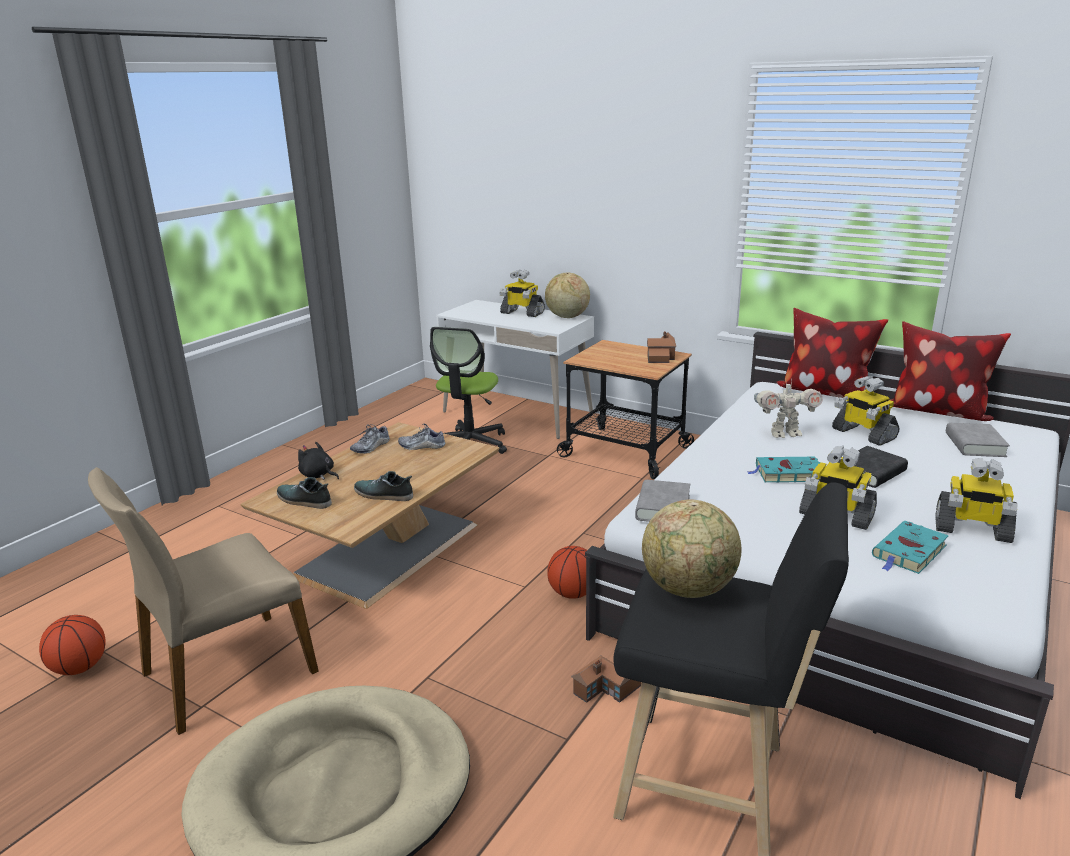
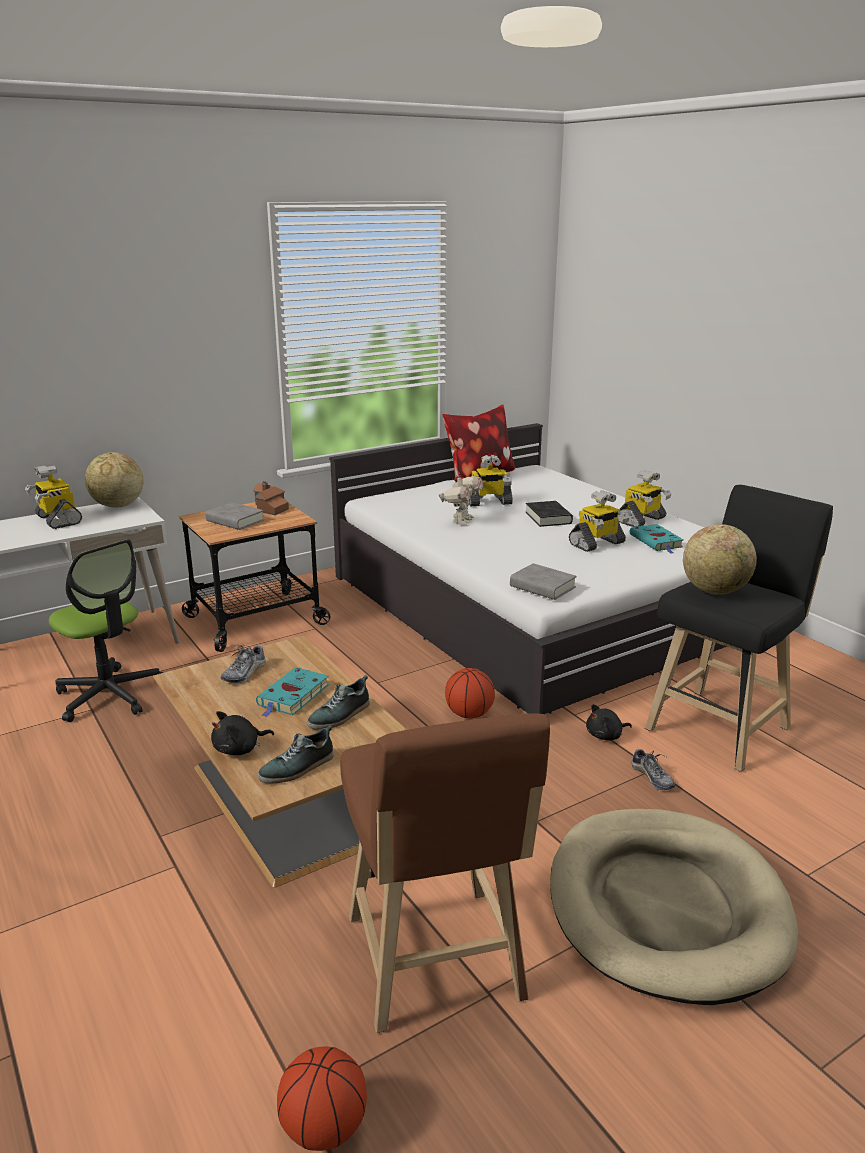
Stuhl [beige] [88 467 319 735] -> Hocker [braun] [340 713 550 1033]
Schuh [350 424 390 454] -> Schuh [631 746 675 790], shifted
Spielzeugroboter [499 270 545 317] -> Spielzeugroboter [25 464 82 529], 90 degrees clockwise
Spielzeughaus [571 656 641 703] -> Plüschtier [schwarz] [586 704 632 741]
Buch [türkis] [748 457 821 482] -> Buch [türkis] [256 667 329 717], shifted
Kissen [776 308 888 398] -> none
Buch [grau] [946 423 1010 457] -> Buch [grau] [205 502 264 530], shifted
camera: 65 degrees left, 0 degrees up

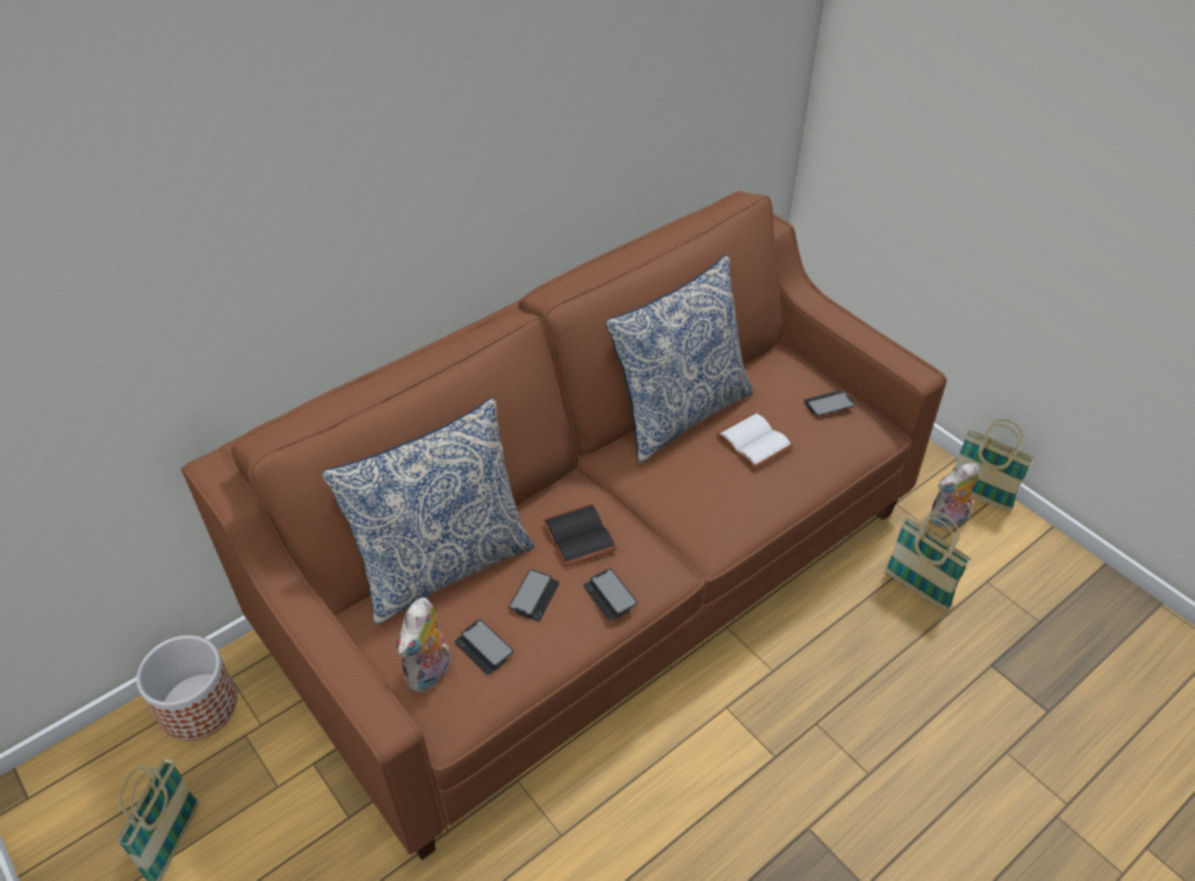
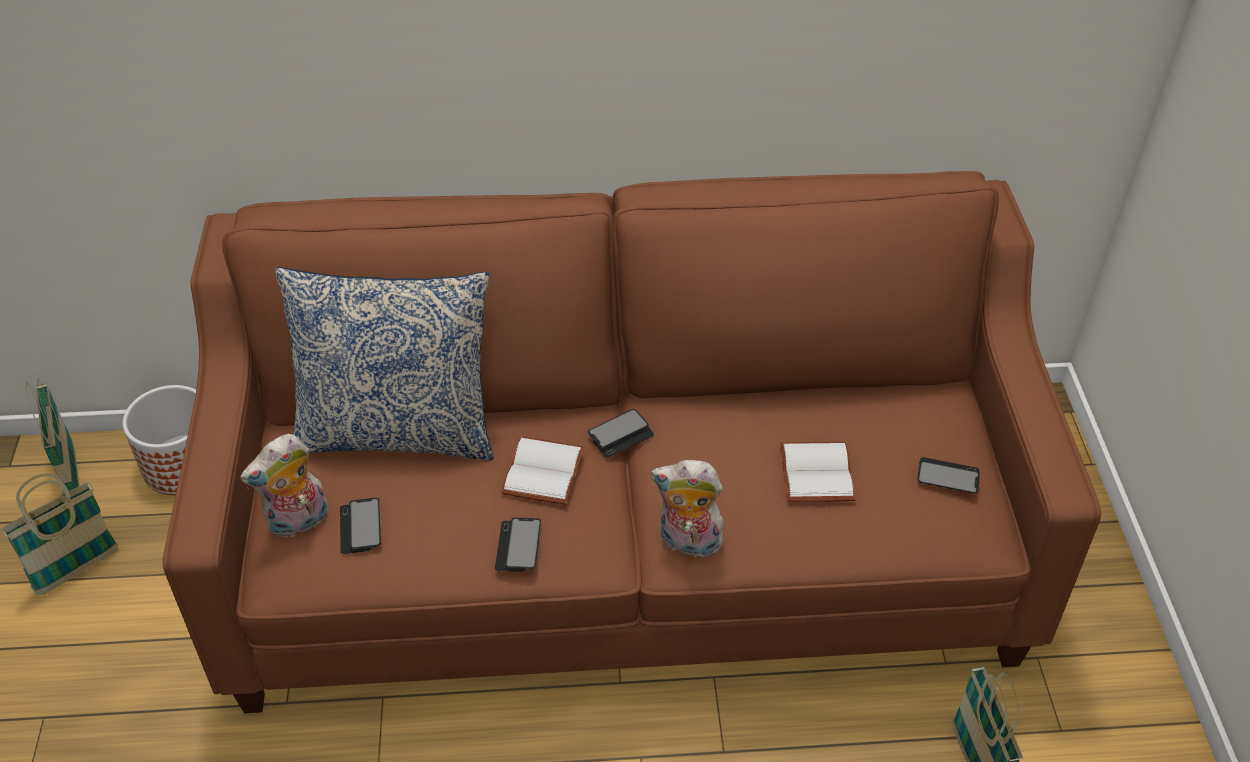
Handy [509 570 560 621] -> Handy [588 409 654 458], shifted
Buch [schwarz] [542 503 617 566] -> Buch [weiß] [501 436 584 505]
Kissen [605 255 753 463] -> none
Plüschtier [930 463 979 529] -> Plüschtier [651 460 729 557], shifted
Korb [953 419 1035 511] -> Korb [26 379 80 491], shifted
camera: 35 degrees right, 0 degrees up

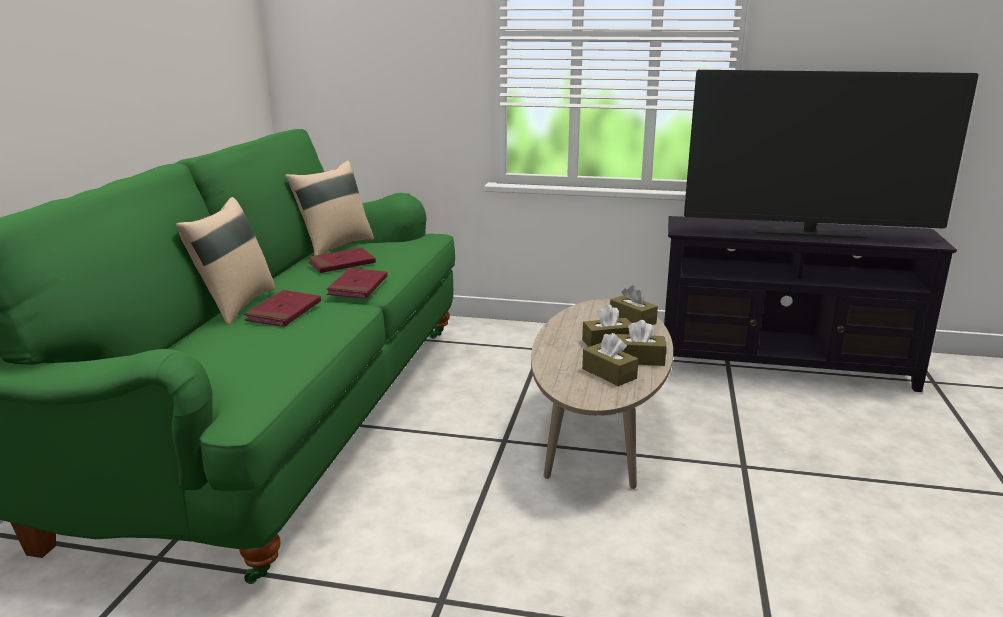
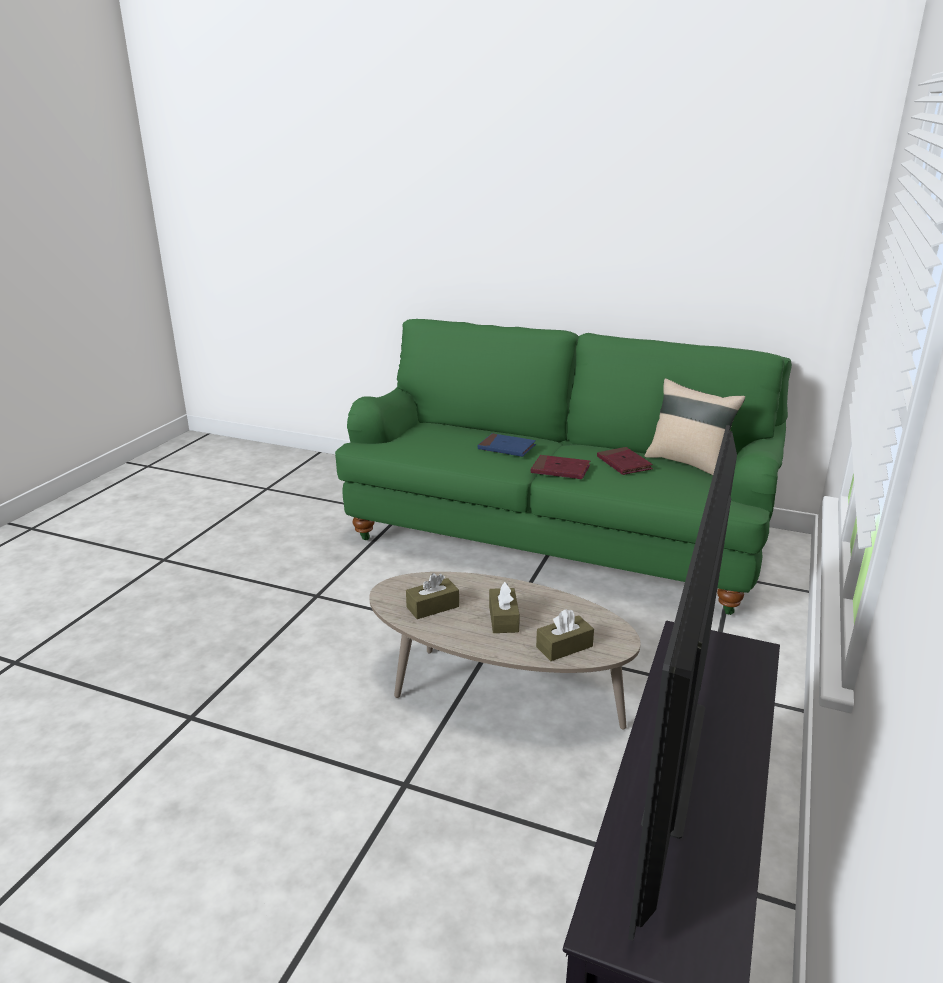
Kissen [beige] [176 197 275 325] -> none
Buch [rot] [244 290 321 327] -> Buch [blau] [478 433 536 457]
Taschentuchbox [braun] [616 320 667 366] -> none
camera: 100 degrees right, 5 degrees up

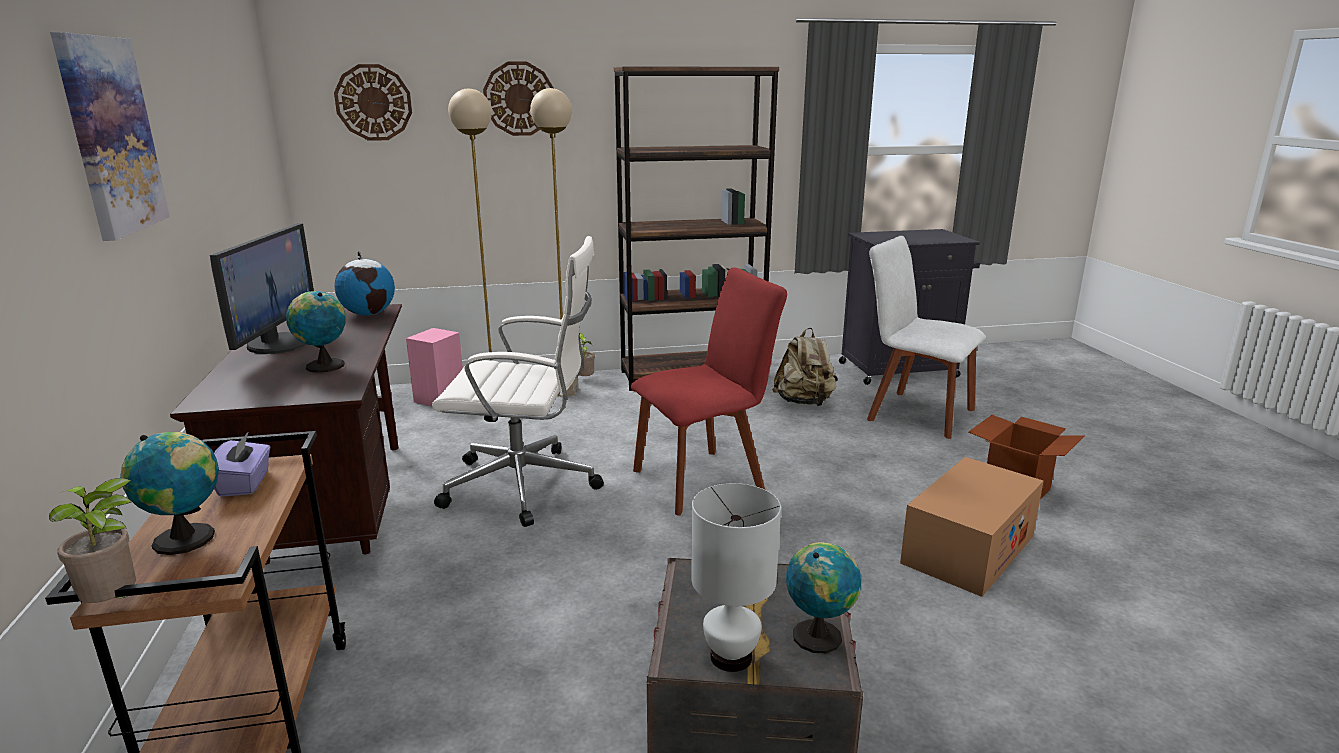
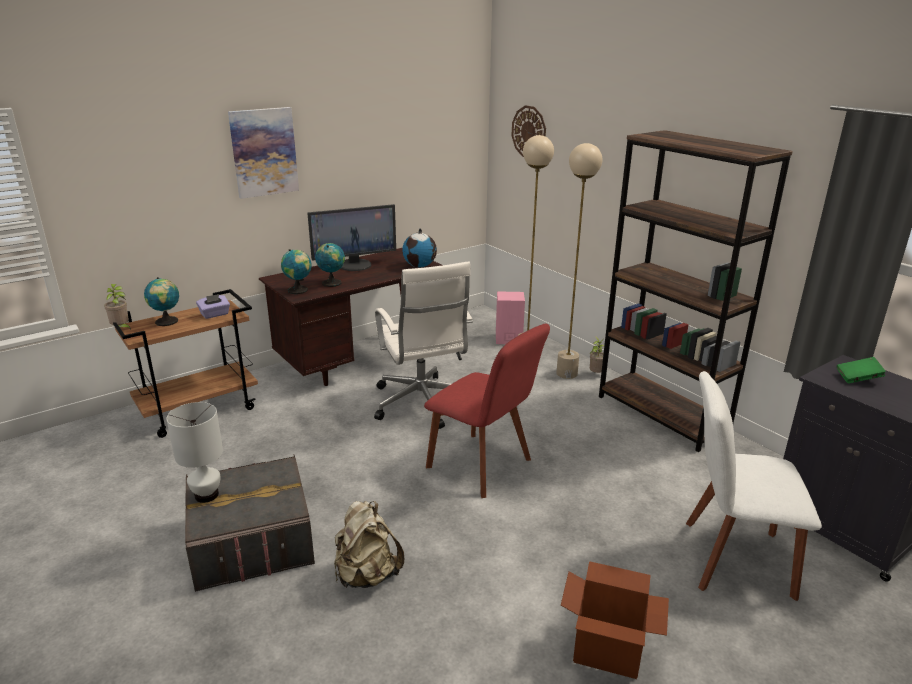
Wanduhr [483 62 553 136] -> none
Rucksack [beige] [772 328 838 406] -> Rucksack [beige] [334 501 404 588], shifted
Globus [786 542 861 653] -> Globus [281 249 312 294], shifted
Stuhl [weiß] [867 236 986 439] -> Stuhl [weiß] [686 371 822 601], 90 degrees counterclockwise
Karton [900 457 1044 597] -> none
none -> Buch [grün] [837 357 886 384]
camera: 65 degrees right, 5 degrees up

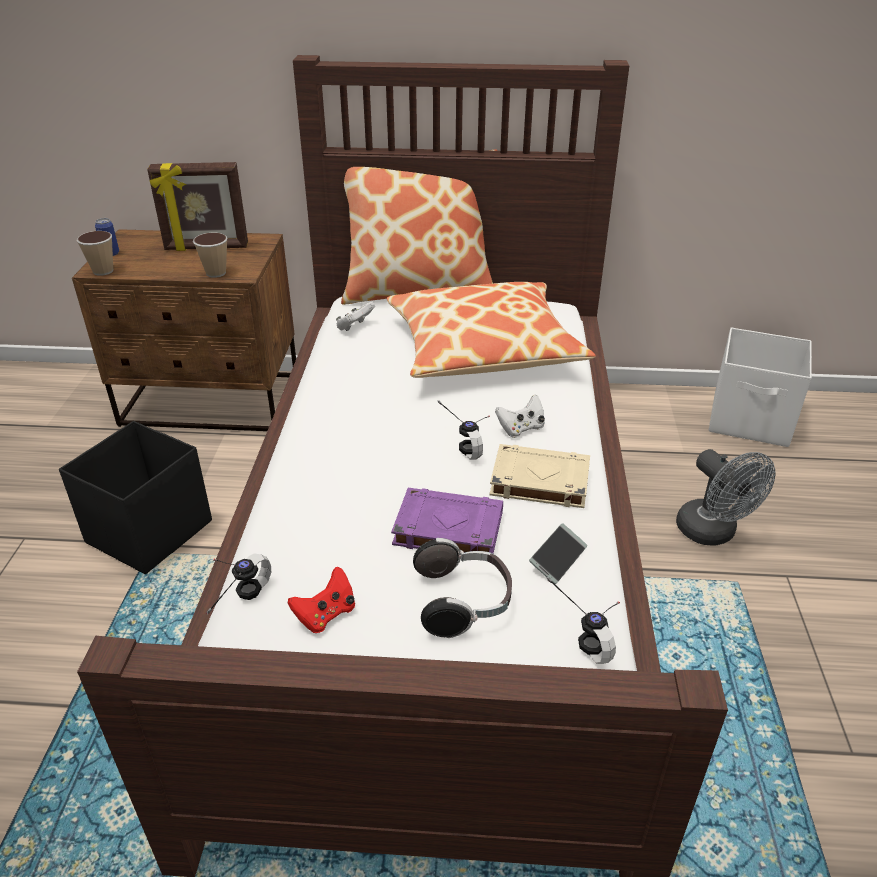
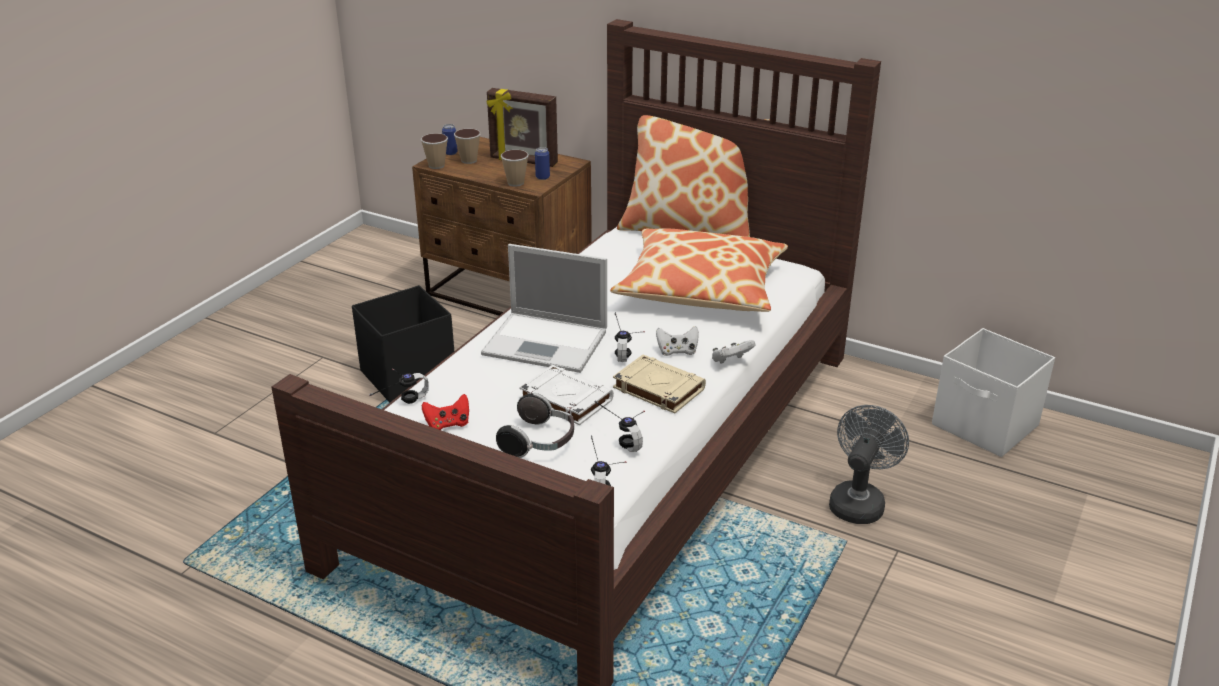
Gamepad [weiß] [336 302 375 331] -> Gamepad [weiß] [712 340 756 364], shifted
Buch [lila] [391 488 503 553] -> Buch [weiß] [519 365 614 425]
Handy [529 523 587 584] -> Kopfhörer [595 401 645 452]
Ventilator [grau] [676 449 776 546] -> Ventilator [grau] [829 405 909 524], 150 degrees counterclockwise
none -> Tasse [454 129 481 164]
none -> Laptop [481 244 607 373]
none -> Dose [535 147 550 180]
camera: 25 degrees right, 5 degrees down

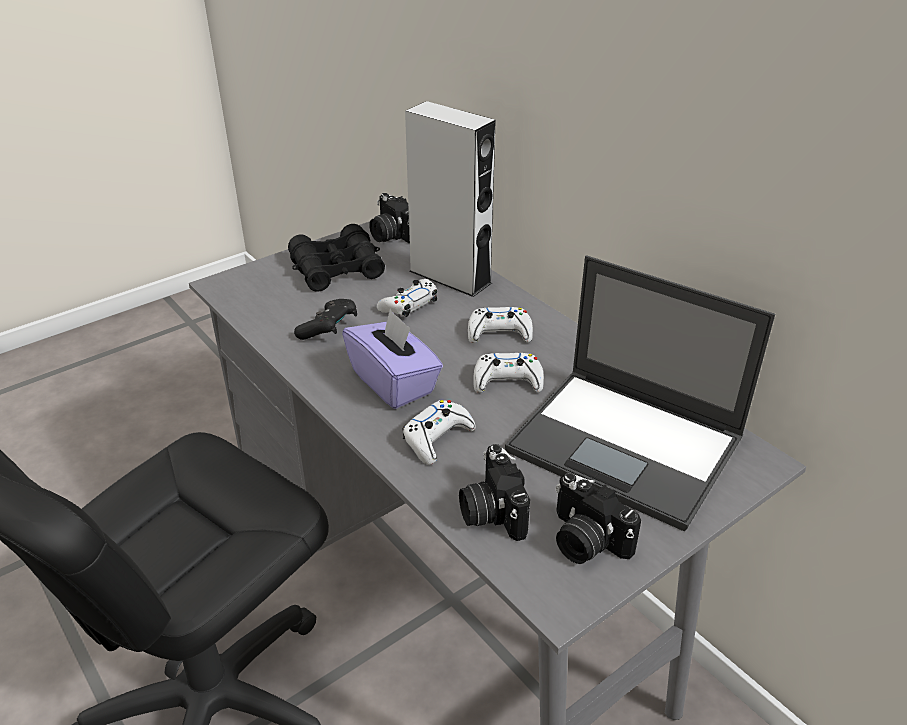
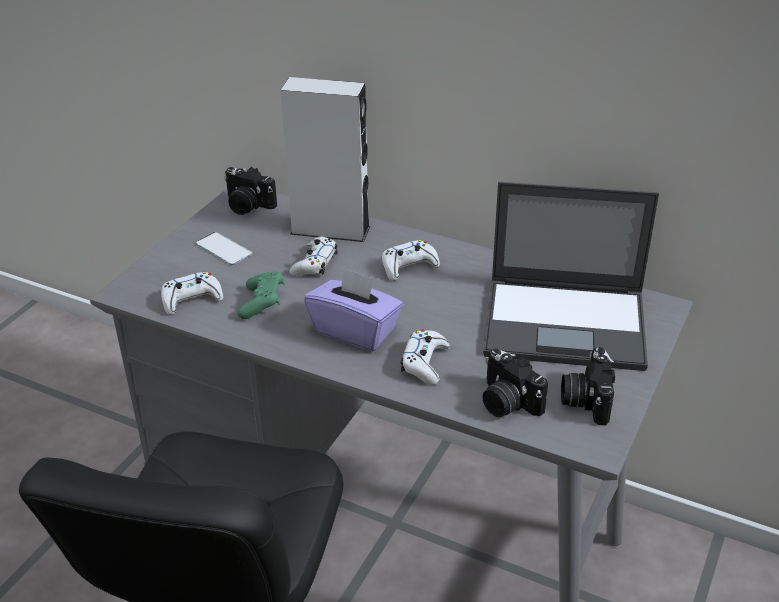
Fernglas [schwarz] [288 224 385 292] -> Handy [195 232 253 265]
Gamepad [schwarz] [294 299 357 340] -> Gamepad [grün] [237 271 285 319]
Gamepad [weiß] [473 353 544 393] -> Gamepad [weiß] [161 272 223 315], shifted
Kamera [556 473 641 564] -> Kamera [561 347 615 425], 75 degrees clockwise
camera: 25 degrees left, 0 degrees up

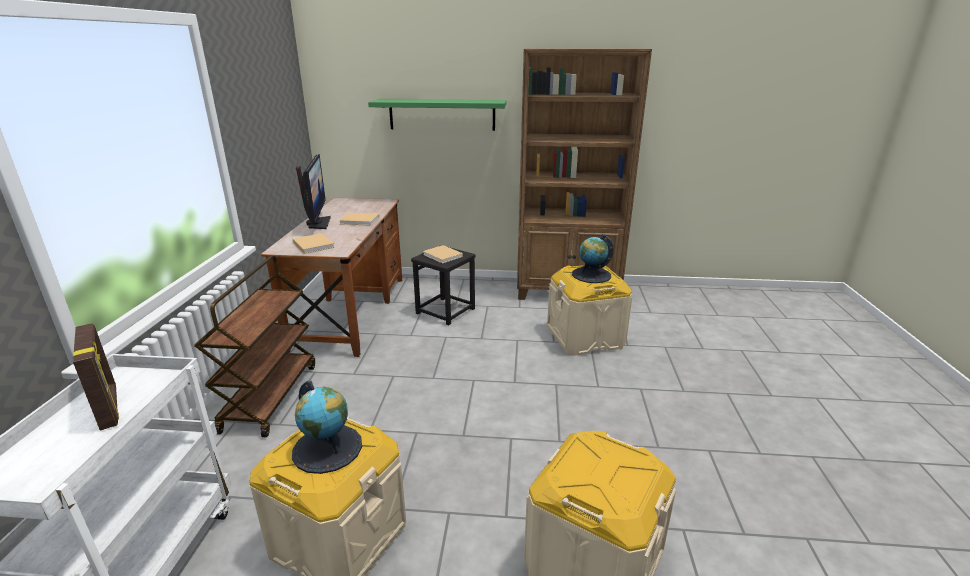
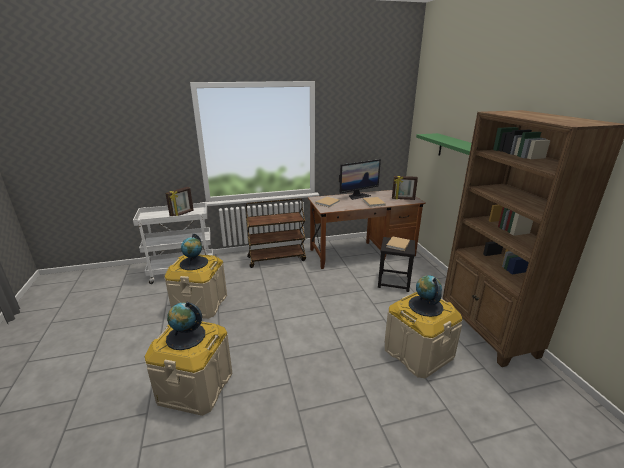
none -> Globus [166 302 205 350]
none -> Bilderrahmen [392 176 418 200]
camera: 70 degrees right, 0 degrees up

